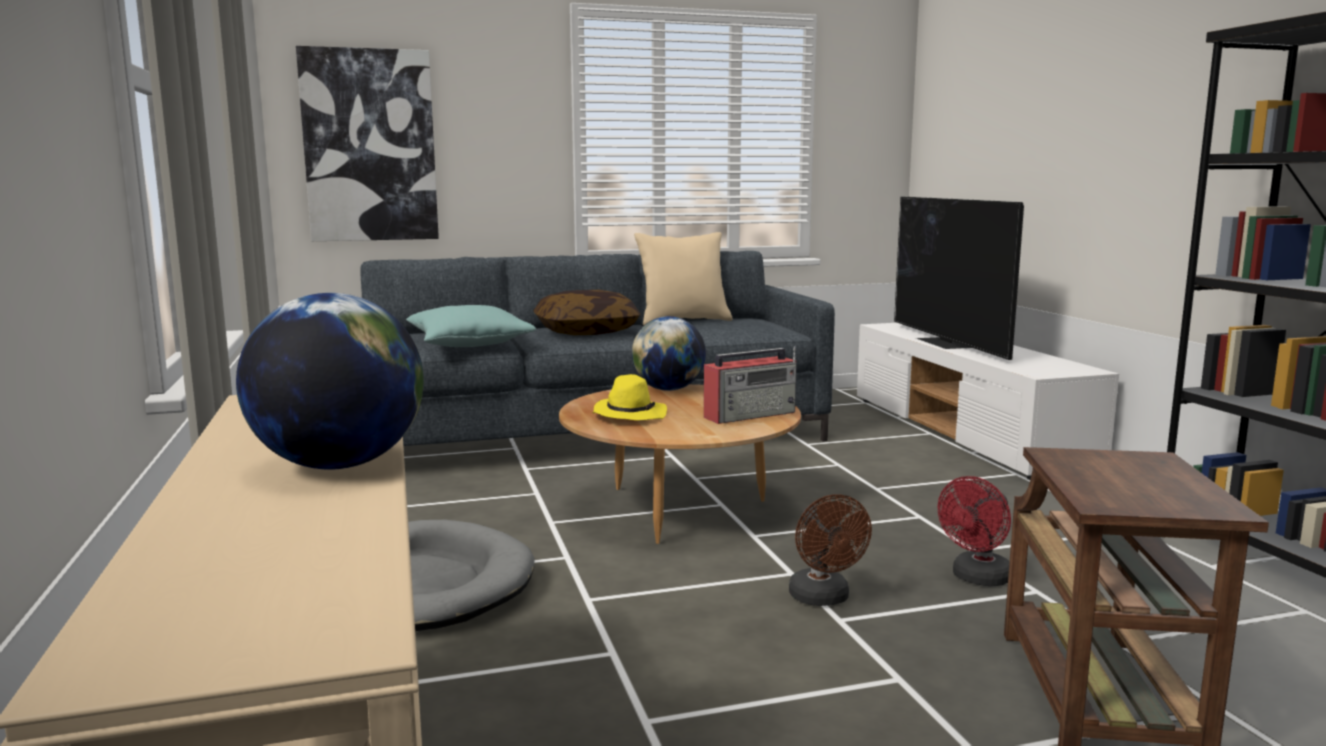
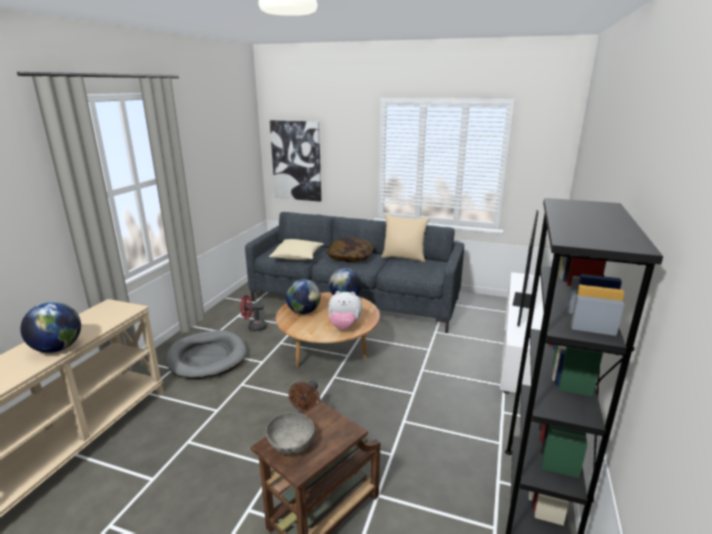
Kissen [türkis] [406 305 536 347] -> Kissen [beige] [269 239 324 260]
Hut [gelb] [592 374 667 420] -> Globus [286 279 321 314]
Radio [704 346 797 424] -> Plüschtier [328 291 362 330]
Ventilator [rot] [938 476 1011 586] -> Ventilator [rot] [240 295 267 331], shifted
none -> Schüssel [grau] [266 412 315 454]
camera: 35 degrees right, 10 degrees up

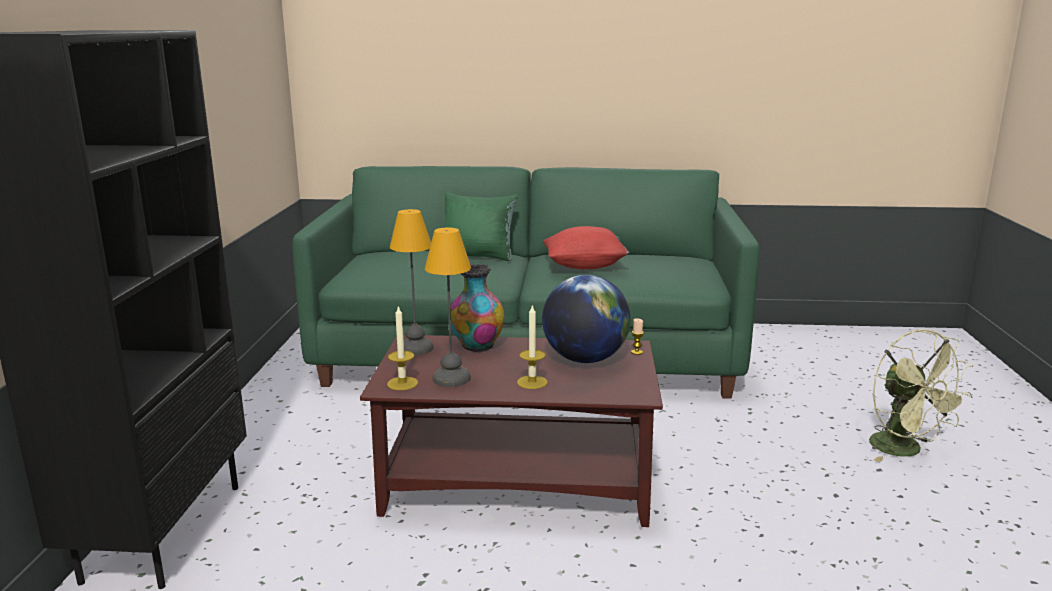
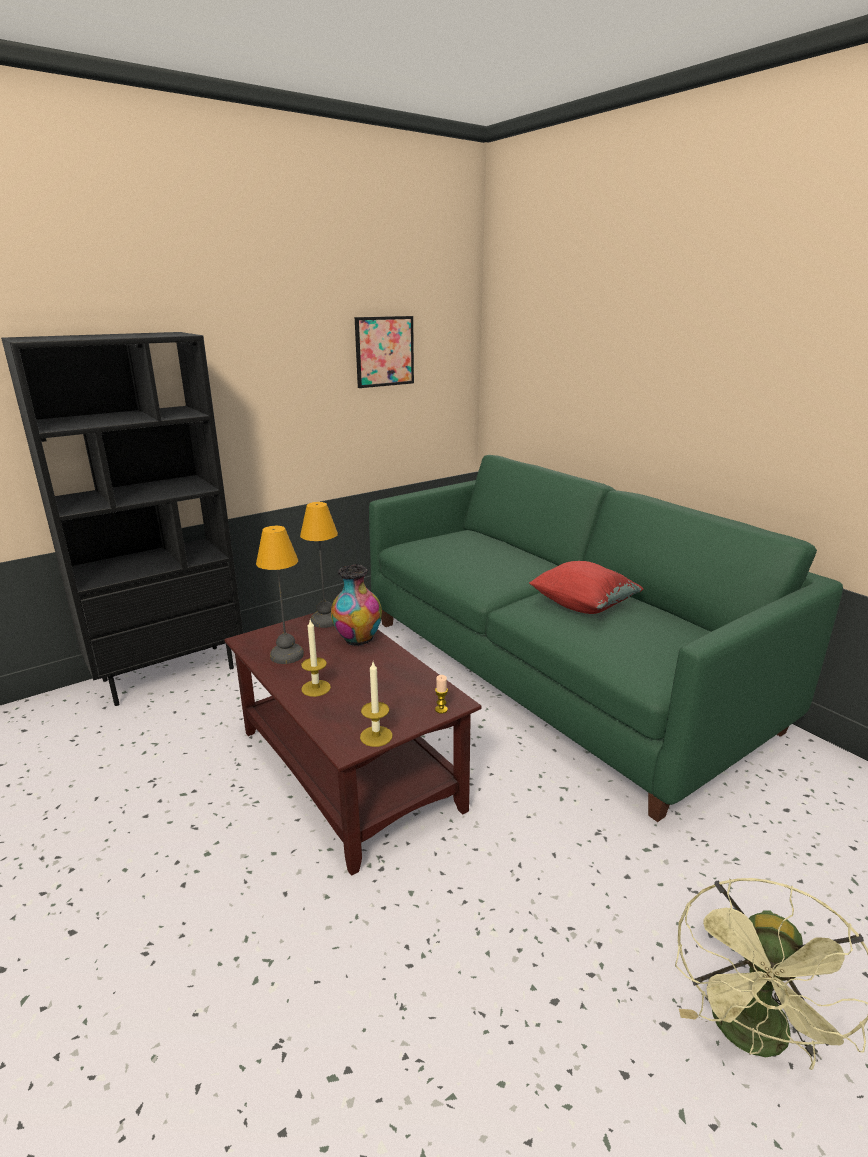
Kerze [387 305 418 390] -> Kerze [360 662 392 747], shifted
Kissen [grün] [444 192 518 261] -> none
Globus [542 275 631 363] -> none
none -> Bild [355 316 414 388]
camera: 50 degrees right, 5 degrees up

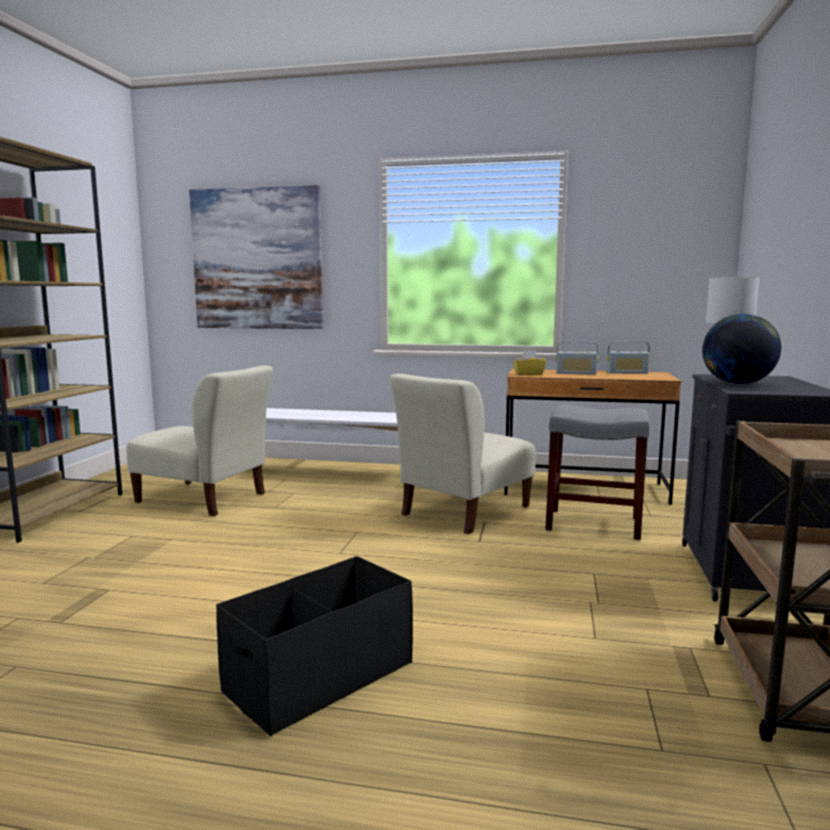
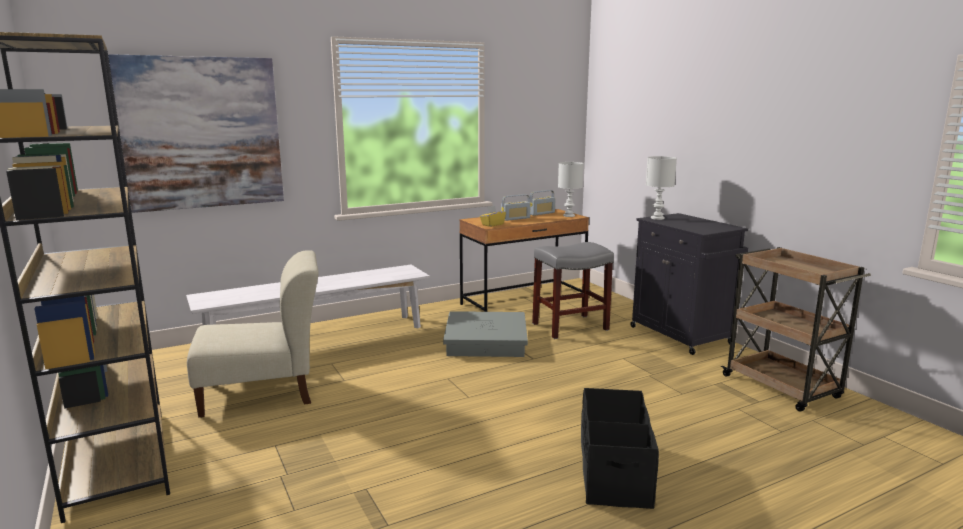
Stuhl [beige] [390 374 536 534] -> Aufbewahrungsbox [grau] [443 311 528 357]
Globus [702 314 781 384] -> none
none -> Tischlampe [weiß] [558 162 584 217]
camera: 40 degrees left, 5 degrees up

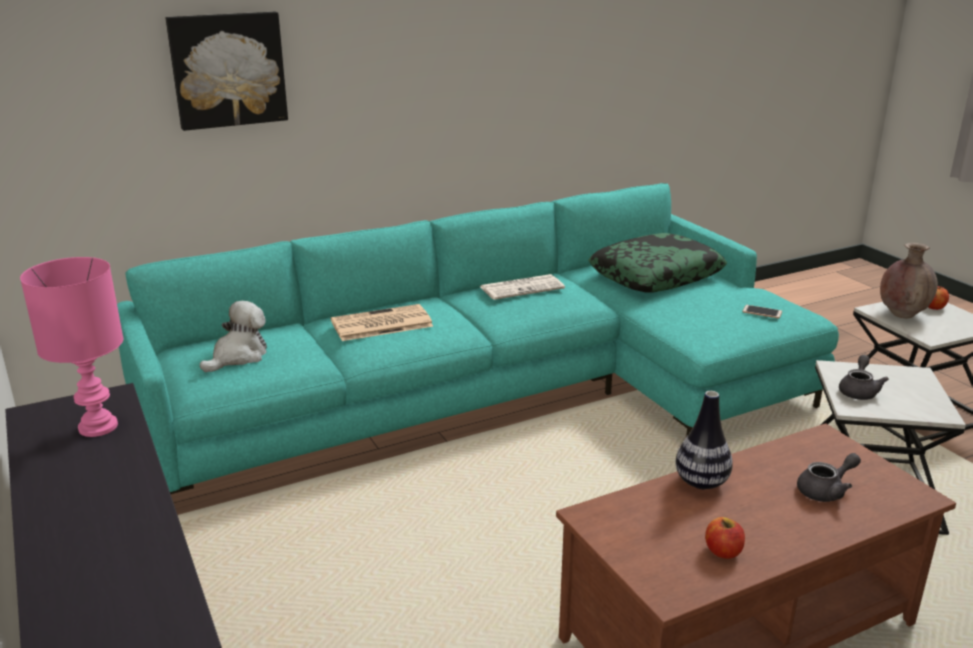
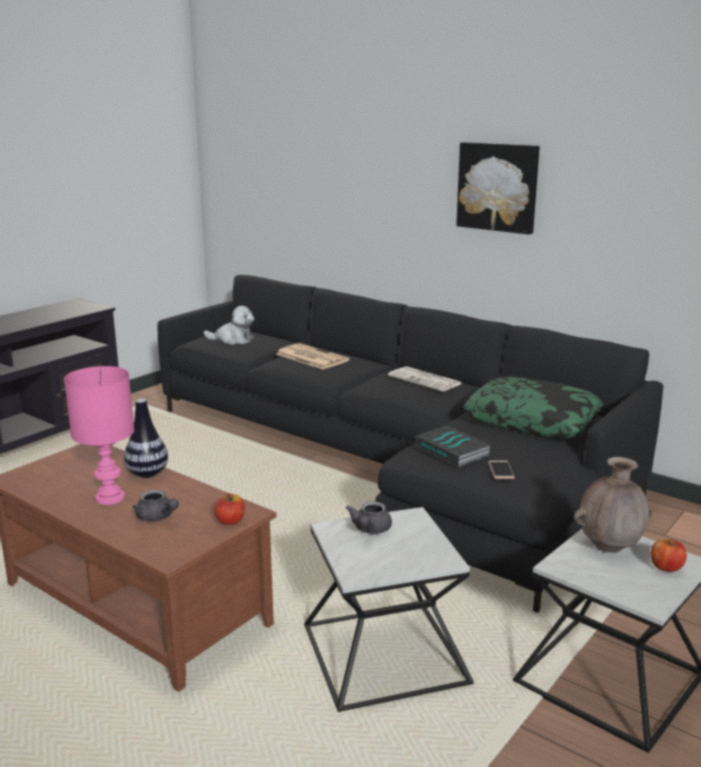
Tischlampe [rosa] [20 257 124 437] -> Tischlampe [rosa] [64 366 134 505], shifted
Sofa [türkis] [117 183 839 494] -> Sofa [schwarz] [158 275 663 613]
Bild [166 12 288 131] -> Bild [456 142 540 235], shifted
Apfel [705 517 745 559] -> Apfel [214 493 245 525], shifted
Teekanne [grau] [839 355 889 400] -> Teekanne [grau] [346 501 392 534], 105 degrees clockwise
none -> Buch [416 426 491 467]
camera: 65 degrees right, 5 degrees down

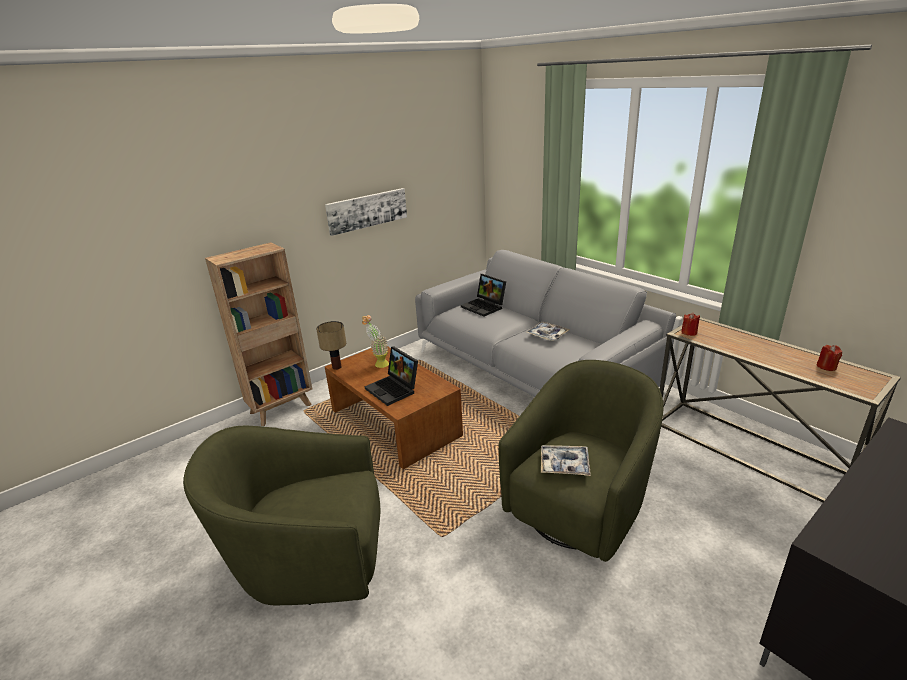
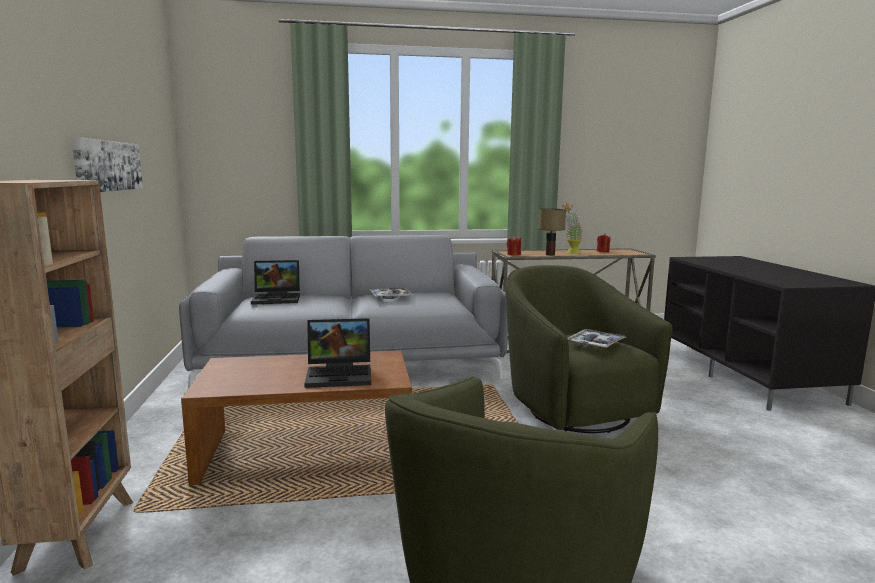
Tischlampe [316 321 346 370] -> Tischlampe [538 209 566 256], shifted
Topfpflanze [362 315 389 368] -> Topfpflanze [562 203 583 254], shifted
camera: 60 degrees left, 15 degrees down

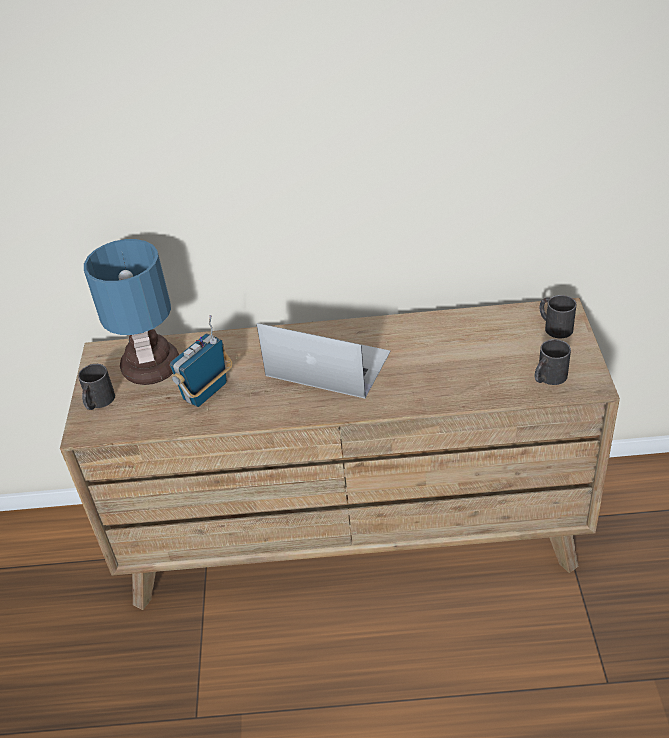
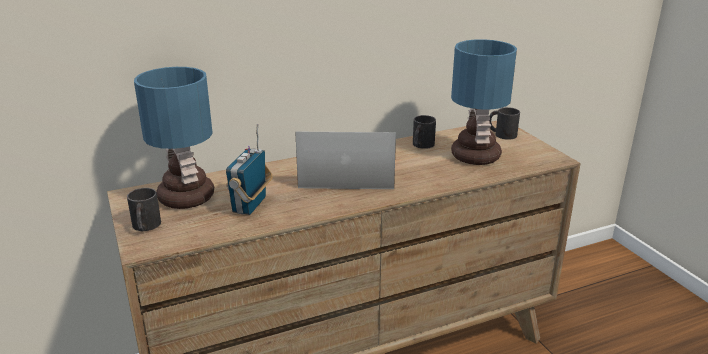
Henkelbecher [schwarz] [535 339 571 385] -> Henkelbecher [schwarz] [413 115 436 149], shifted
none -> Tischlampe [451 39 517 165]
camera: 25 degrees left, 15 degrees down

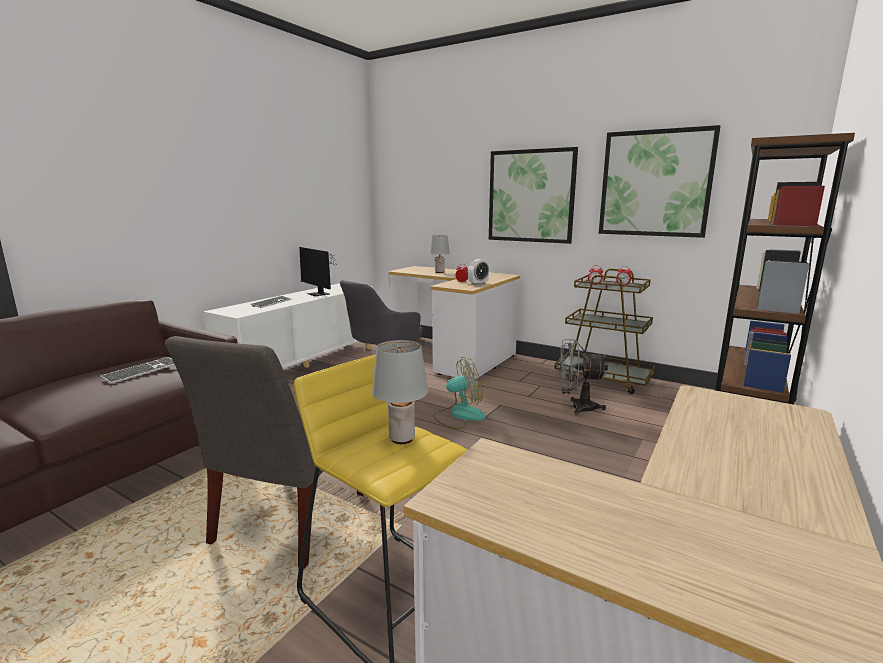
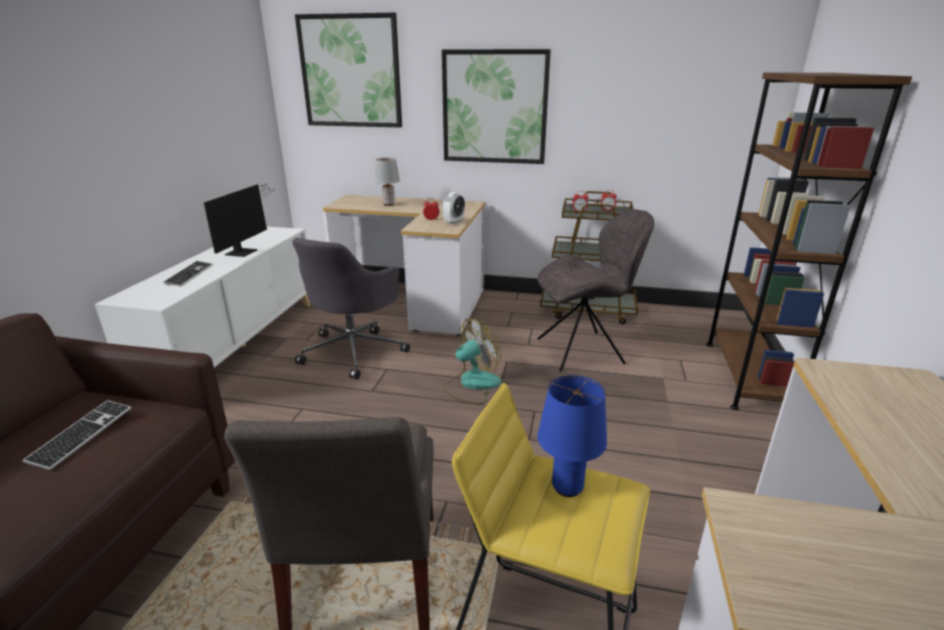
Monitor [299 247 339 296] -> Monitor [204 184 273 257], 105 degrees counterclockwise
Tischlampe [grau] [372 340 428 444] -> Tischlampe [blau] [537 375 607 497]
Ventilator [grau] [559 339 608 415] -> Stuhl [grau] [537 210 654 372]
Bild [599 125 721 238] -> Bild [295 13 402 127], shifted
camera: 20 degrees left, 10 degrees up

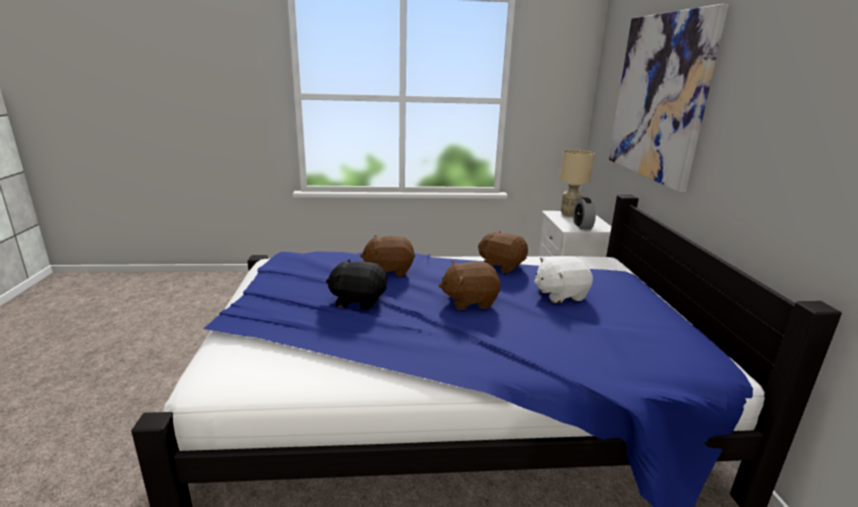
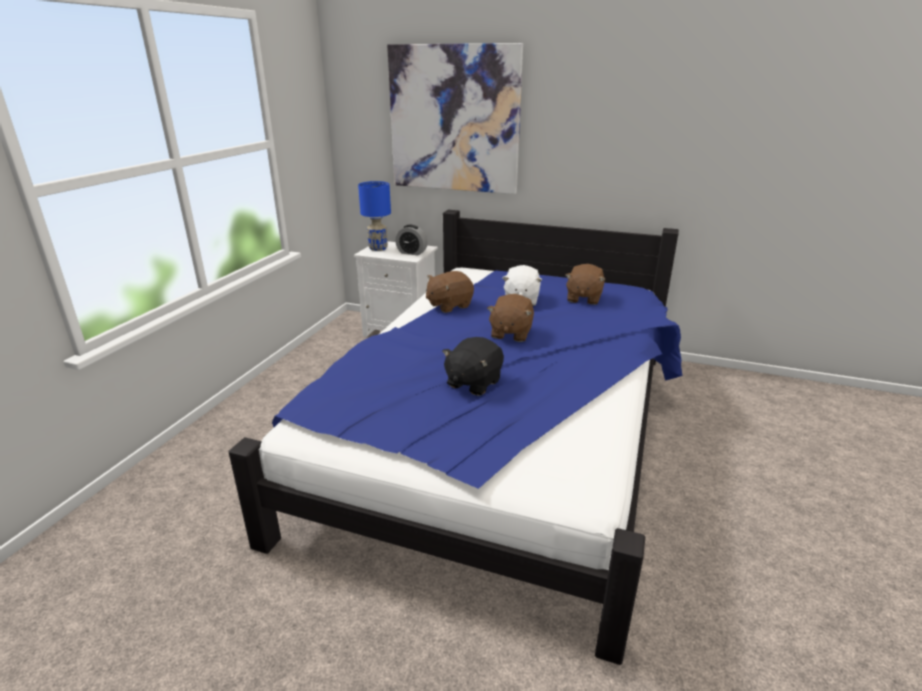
Plüschtier [braun] [360 235 415 276] -> Plüschtier [braun] [565 264 606 305], shifted
Tischlampe [beige] [560 149 595 217] -> Tischlampe [blau] [358 181 391 251]
camera: 65 degrees left, 5 degrees up

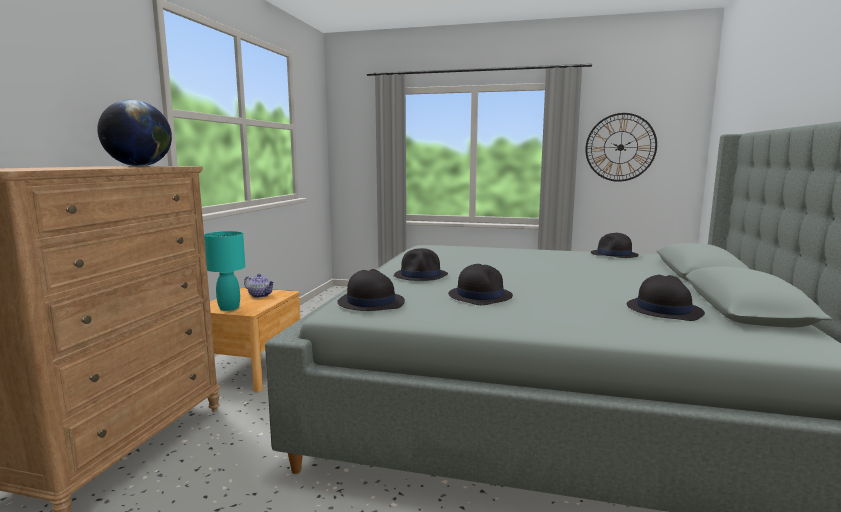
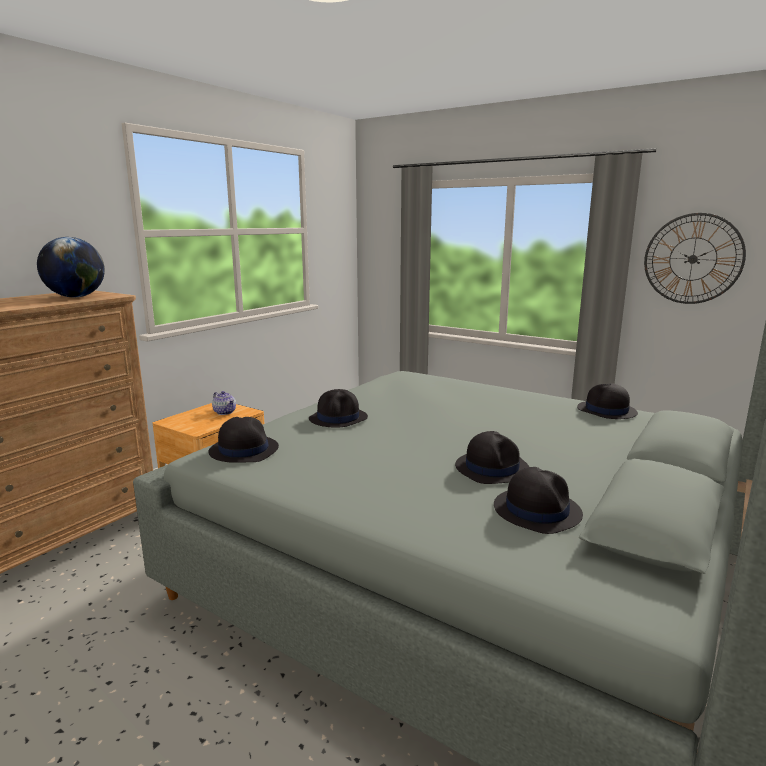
Tischlampe [türkis] [204 231 246 311] -> none
Hut [schwarz] [448 264 513 305] -> Hut [schwarz] [455 431 529 484], shifted
camera: 20 degrees right, 5 degrees up

